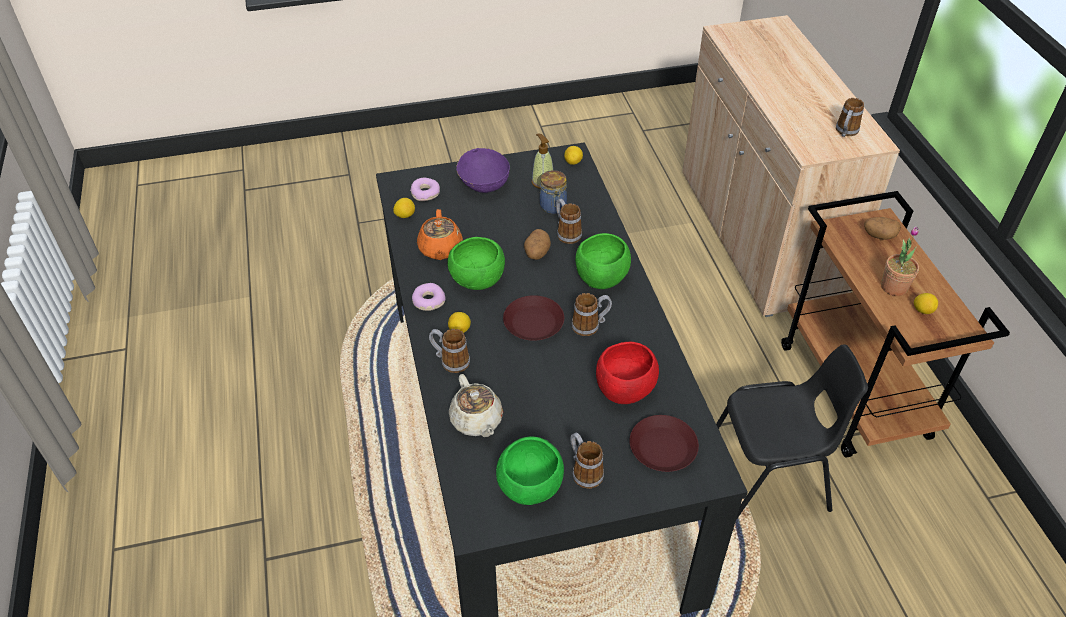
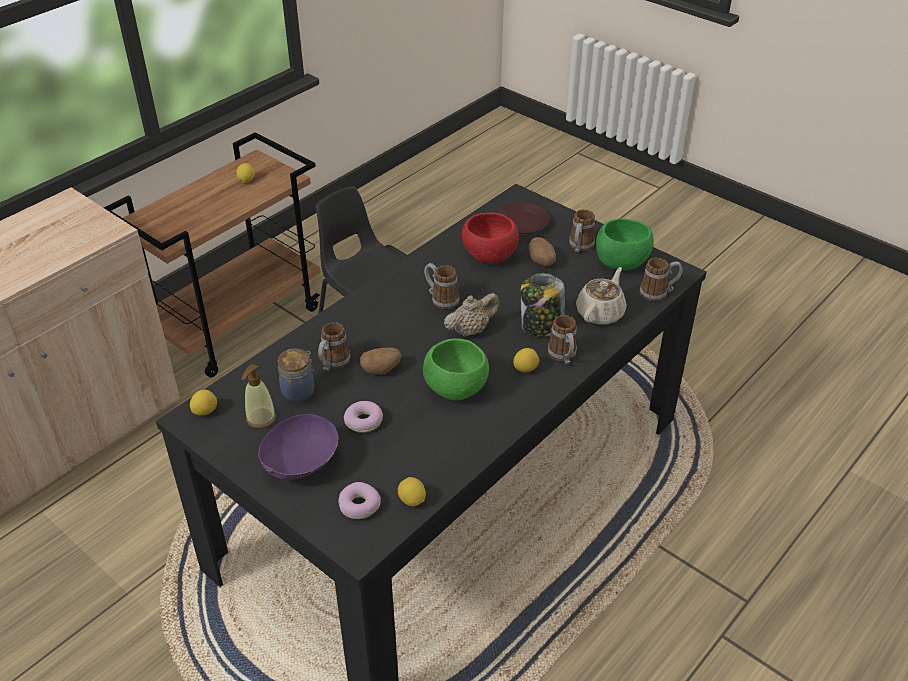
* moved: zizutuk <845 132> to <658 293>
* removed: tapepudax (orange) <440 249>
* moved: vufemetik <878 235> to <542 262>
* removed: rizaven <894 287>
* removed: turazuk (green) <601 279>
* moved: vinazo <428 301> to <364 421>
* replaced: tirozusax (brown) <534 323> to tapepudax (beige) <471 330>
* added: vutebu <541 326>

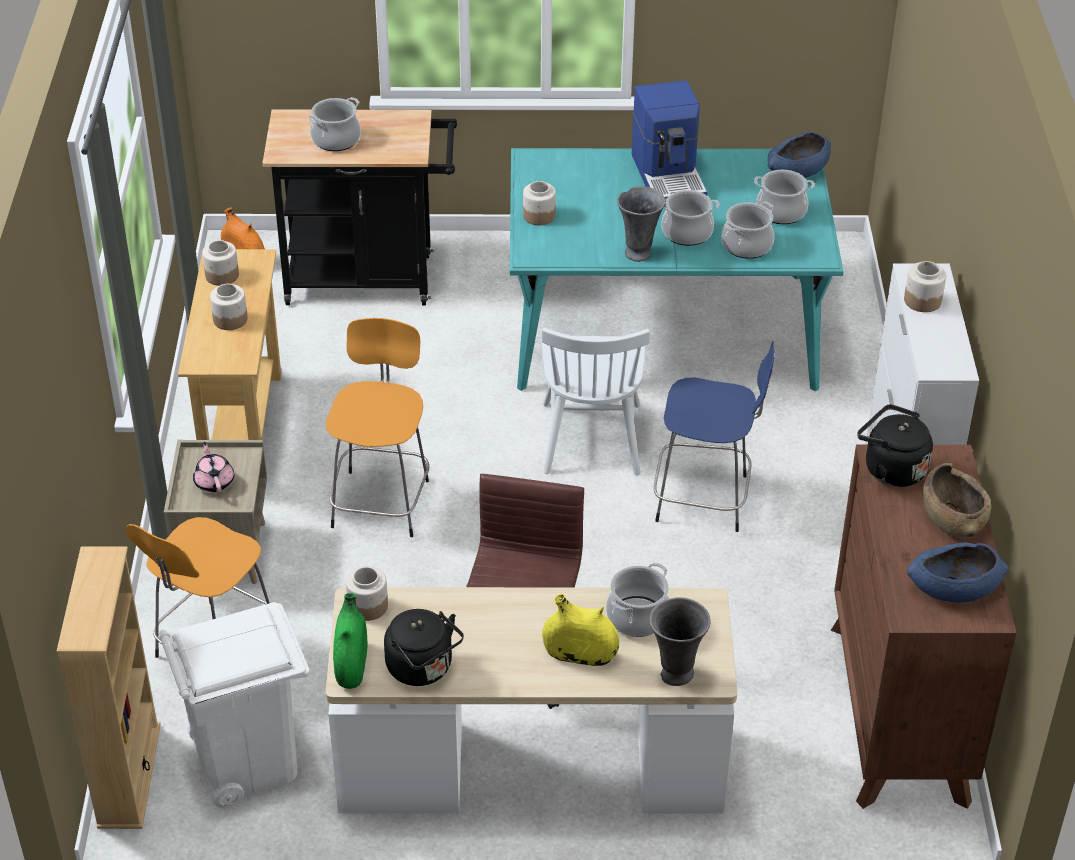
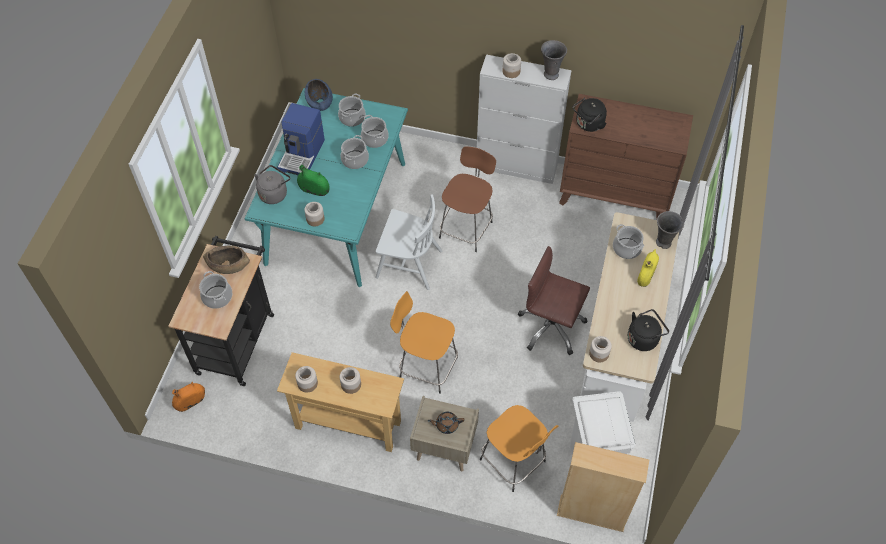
* turned: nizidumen <669 176> = <302 154> 105 degrees clockwise
* moved: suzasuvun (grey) <639 253> to <550 74>
* recoloured: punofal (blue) <705 499> to punofal (brown) <466 228>
* recoloured: tapepudax (pink) <214 481> to tapepudax (brown) <446 425>
* moved: turazuk (brown) <952 516> to <228 265>
* removed: turazuk (blue) <953 587>
* moved: suzasuvun (green) <351 666> to <314 190>
* added: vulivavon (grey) <274 193>

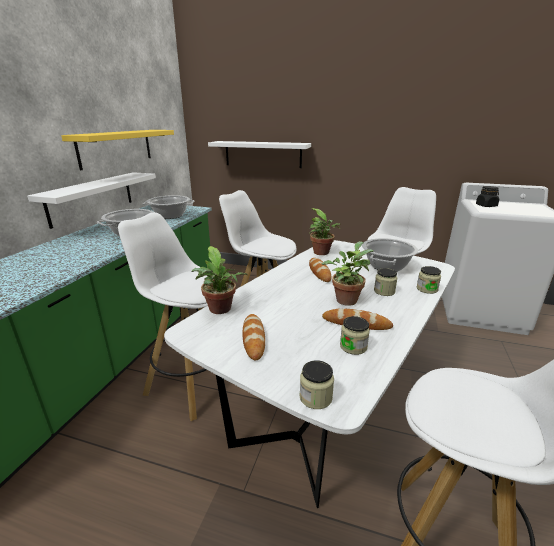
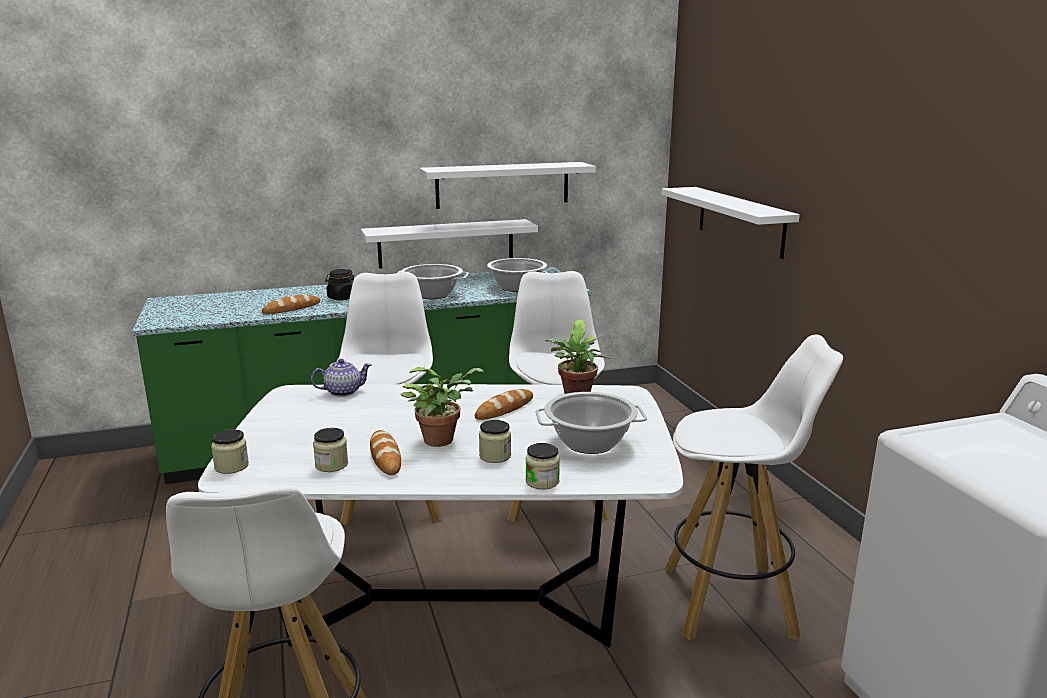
* recoloured: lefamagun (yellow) <116 148> to lefamagun (white) <503 185>
* moved: vutebu (black) <486 206> to <341 298>
* replaced: rizaven <220 310> to tapepudax <343 392>
* moved: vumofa <253 338> to <291 308>

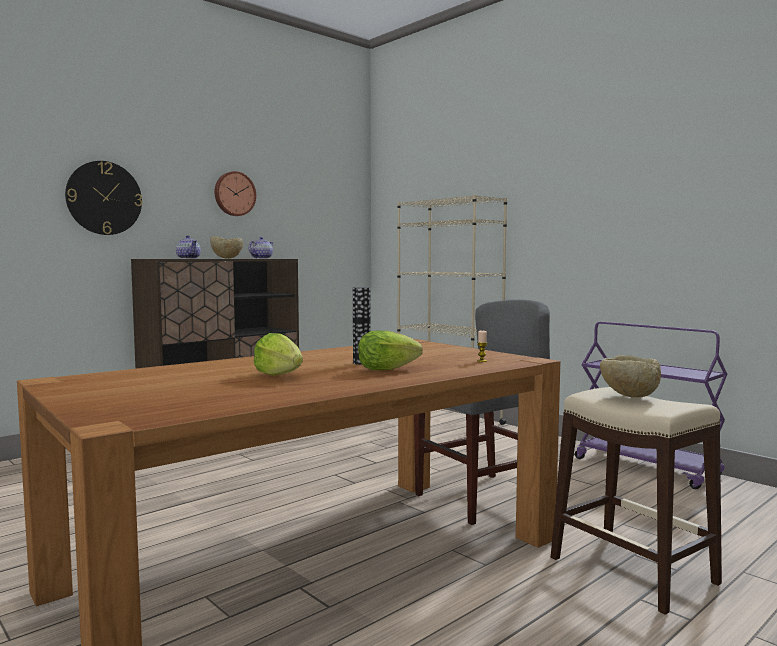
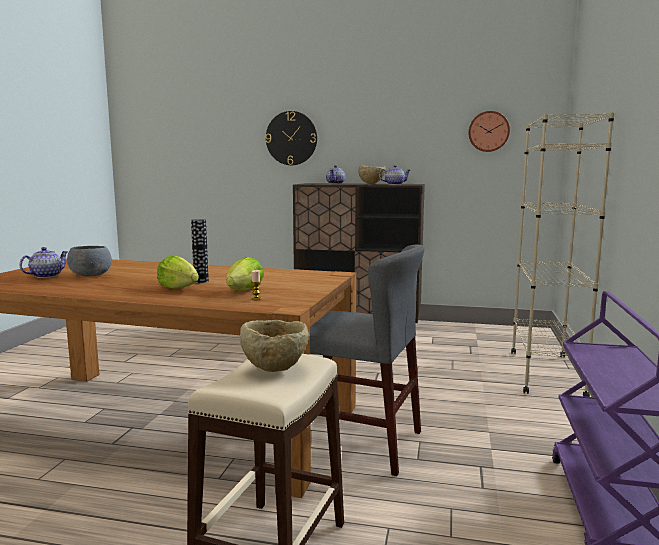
* moved: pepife <234 194> to <488 131>
* moved: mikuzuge <279 375> to <244 291>
* added: turazuk (grey) <92 275>
* added: tapepudax <46 276>

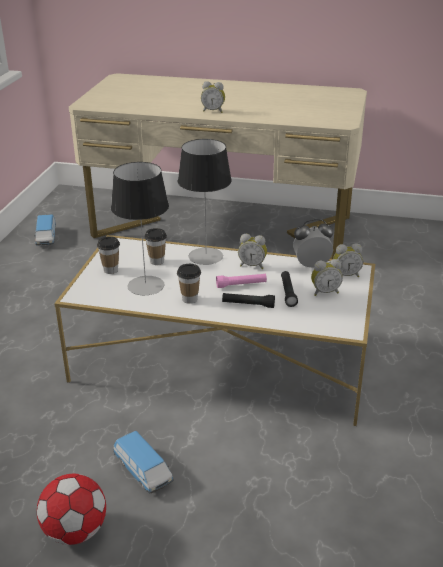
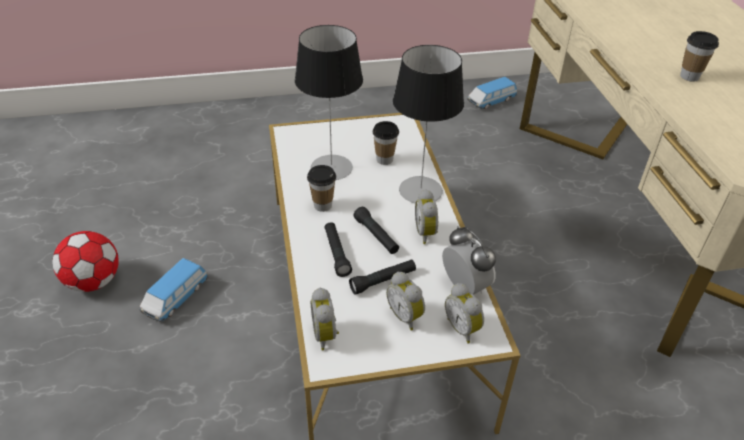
* moved: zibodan <213 111> to <326 335>
* moved: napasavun <111 270> to <689 76>
* recoloured: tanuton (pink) <241 285> to tanuton (black) <376 236>

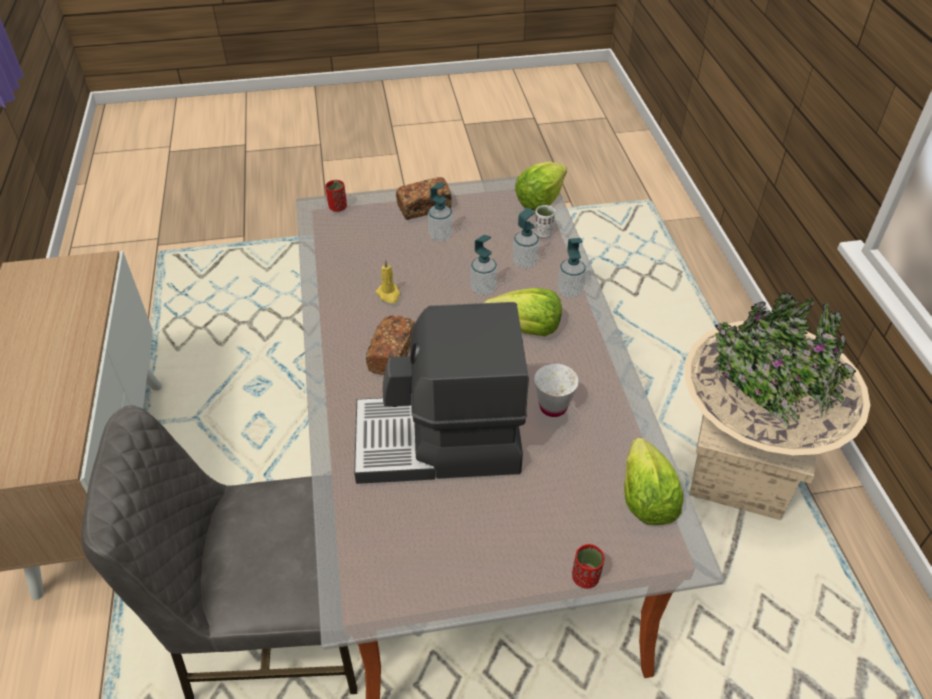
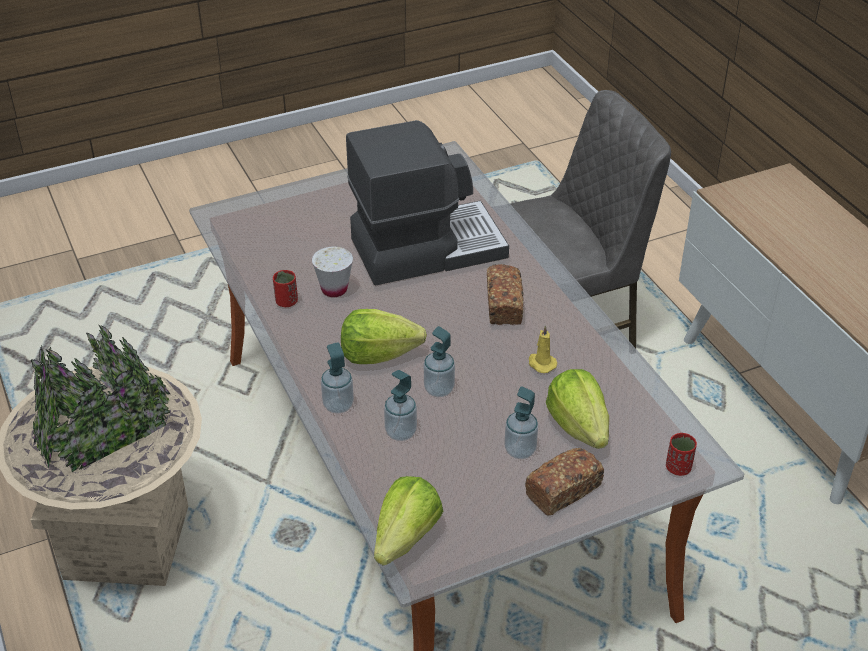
* removed: napasavun (white) <543 233>
* moved: mikuzuge <645 498> to <579 426>
* moved: napasavun (red) <585 577> to <286 302>

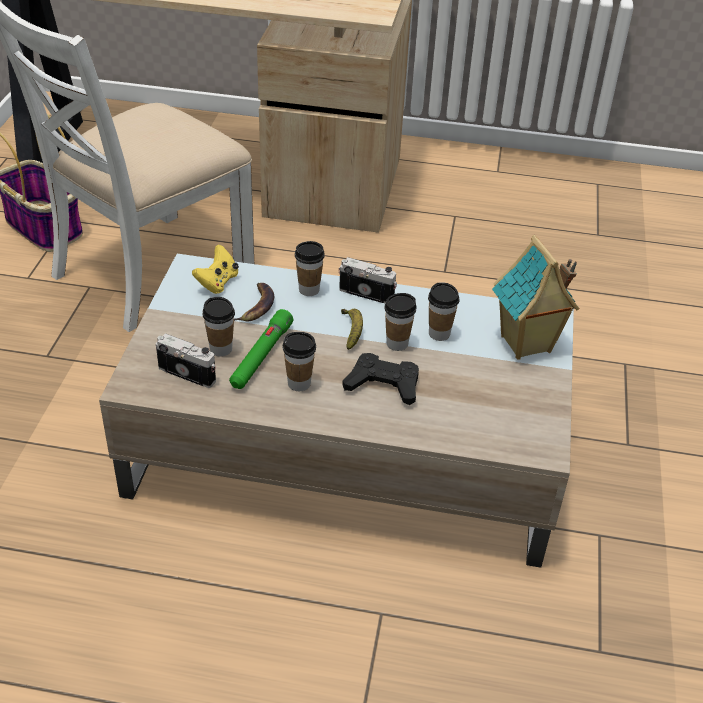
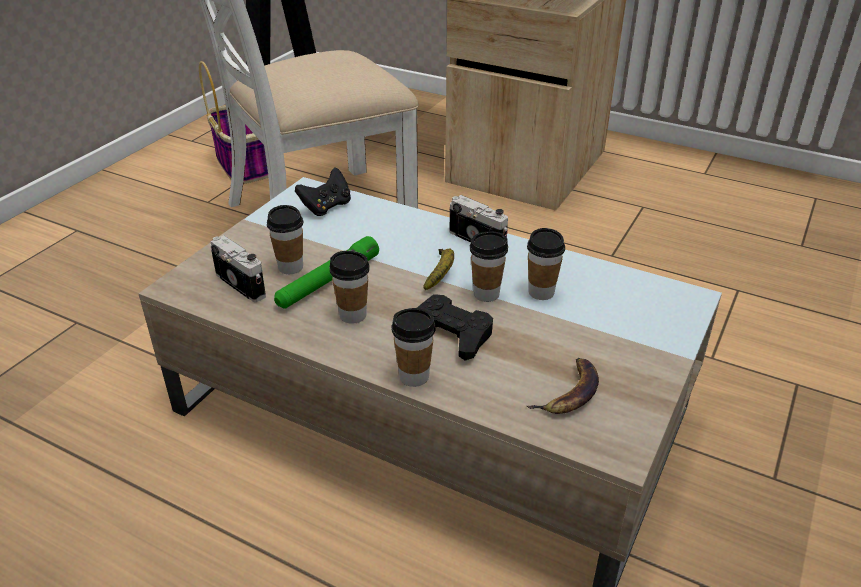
* removed: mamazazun <526 345>
* moved: napasavun <309 290> to <414 376>
* recoloured: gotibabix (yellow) <217 282> to gotibabix (black) <326 207>
* moved: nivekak <256 306> to <569 392>

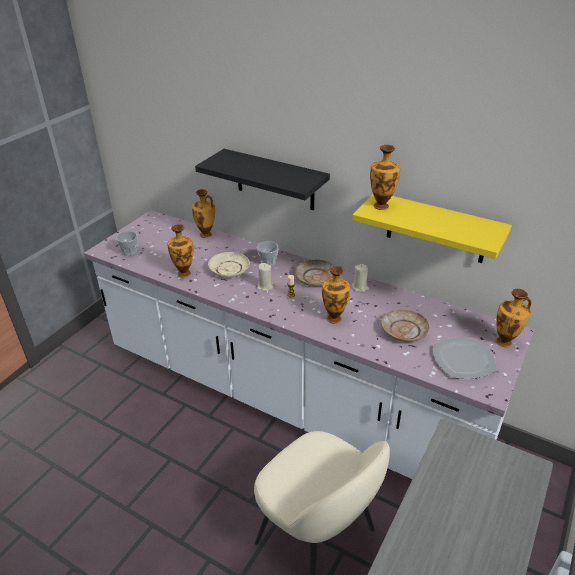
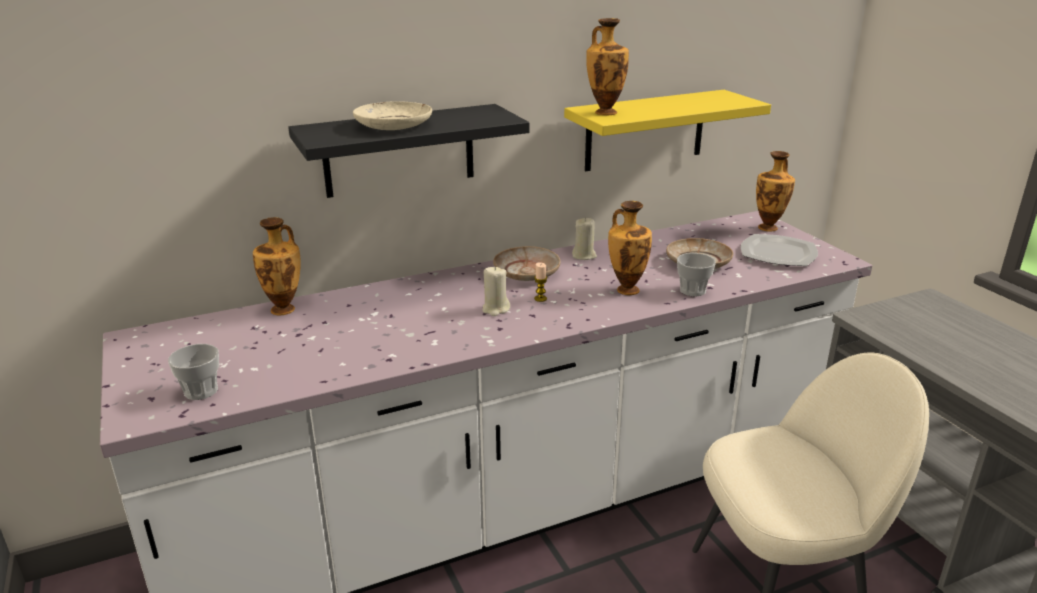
* removed: suzasuvun <184 273>
* moved: napasavun <268 263> to <692 290>
* moved: tirozusax (beige) <229 269> to <393 125>

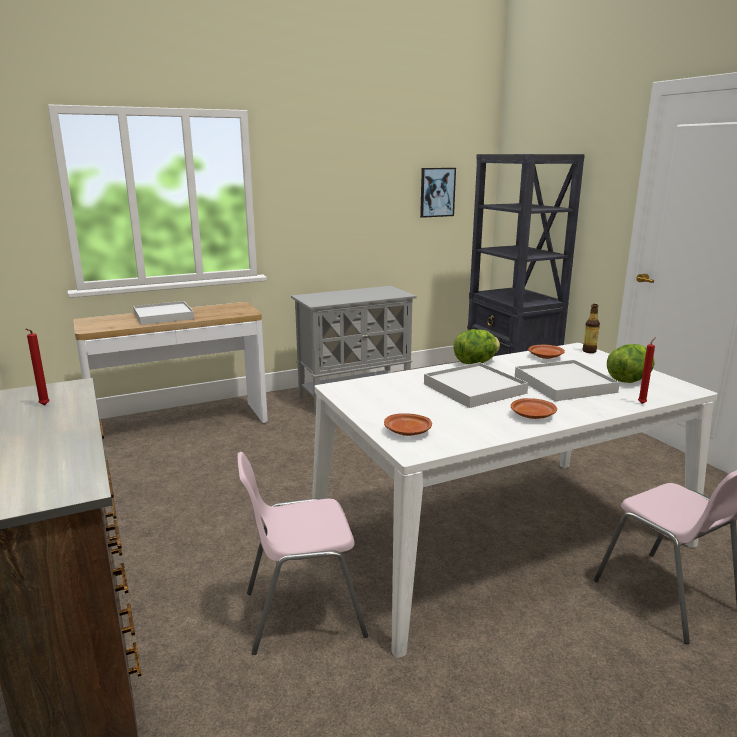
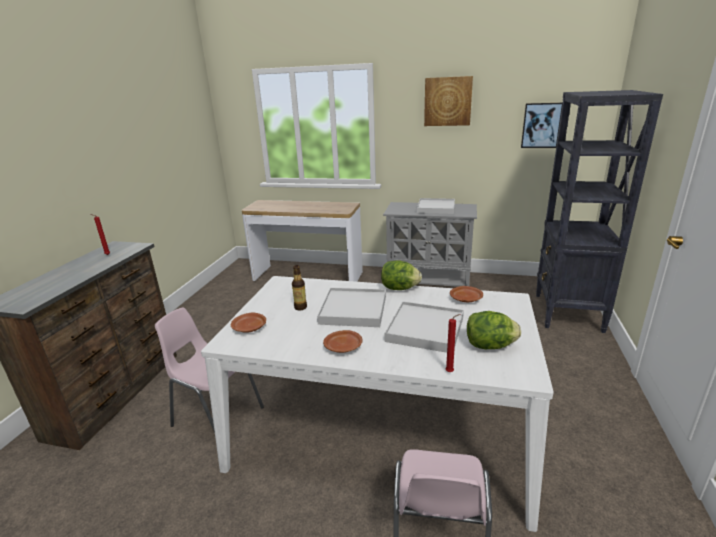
* moved: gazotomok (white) <163 316> to <436 208>
* moved: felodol <589 351> to <300 307>
* added: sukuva <448 101>

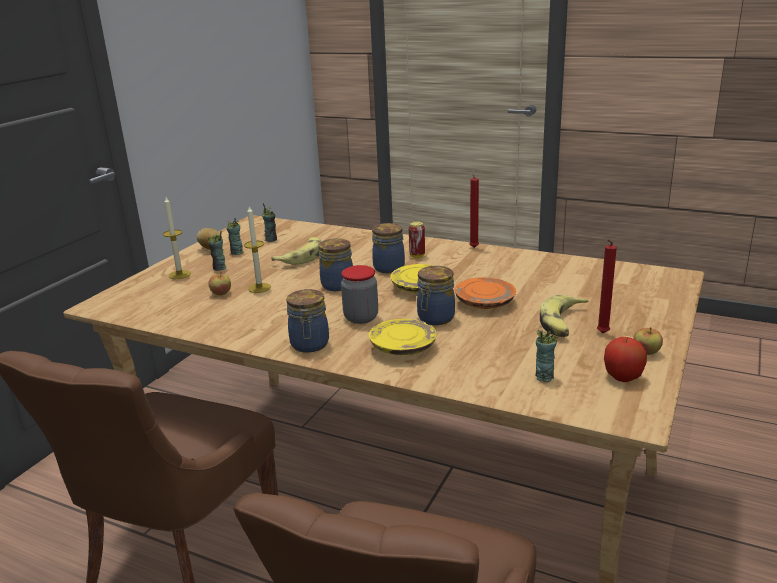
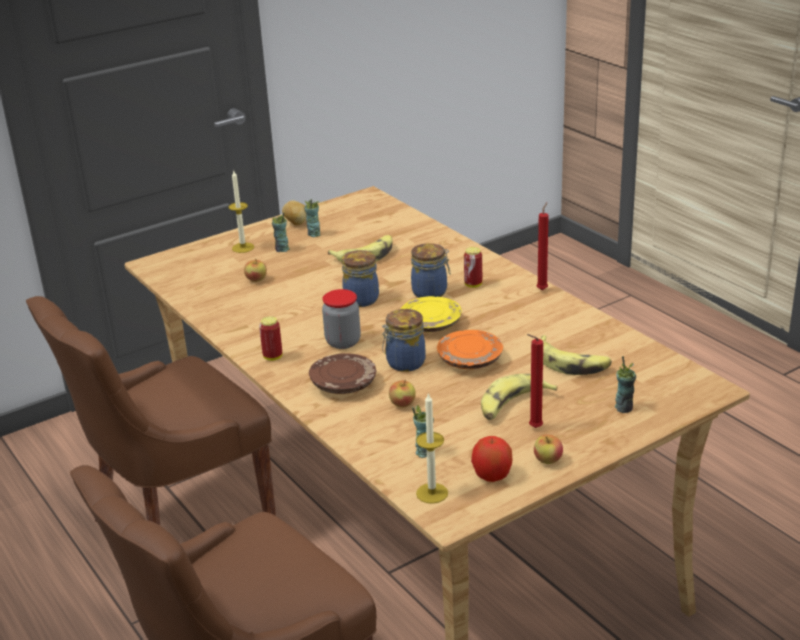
* moved: napasavun <271 239> to <624 408>
* moved: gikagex <259 288> to <432 493>
* replaced: vutebu <309 345> to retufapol <273 357>
* recoloured: tirozusax (yellow) <403 347> to tirozusax (brown) <343 384>
* added: nivekak <571 363>
* added: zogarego <402 404>

